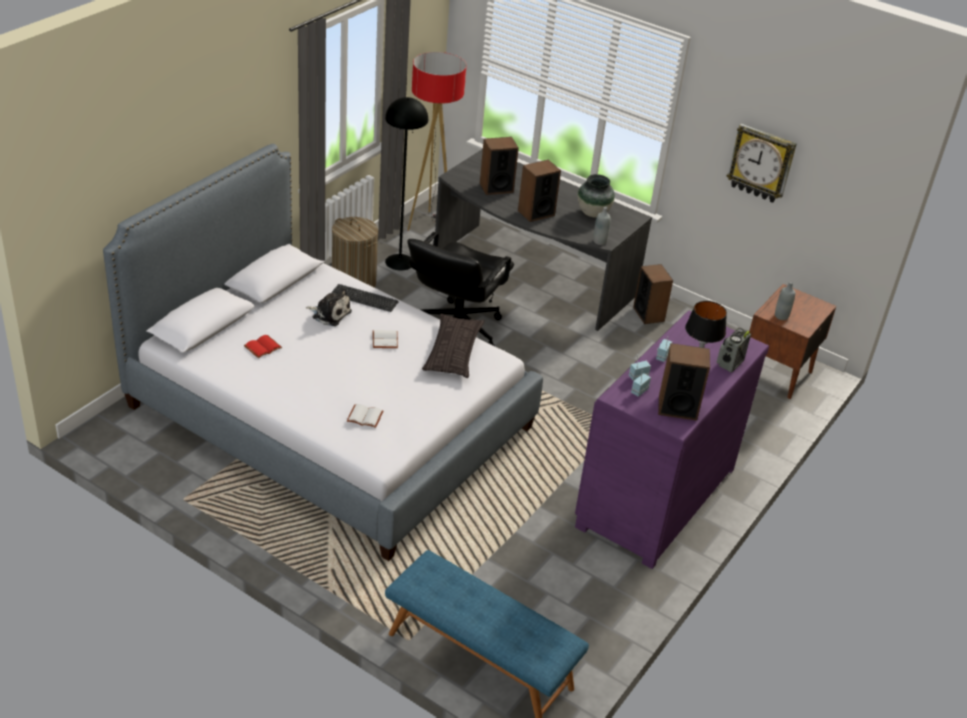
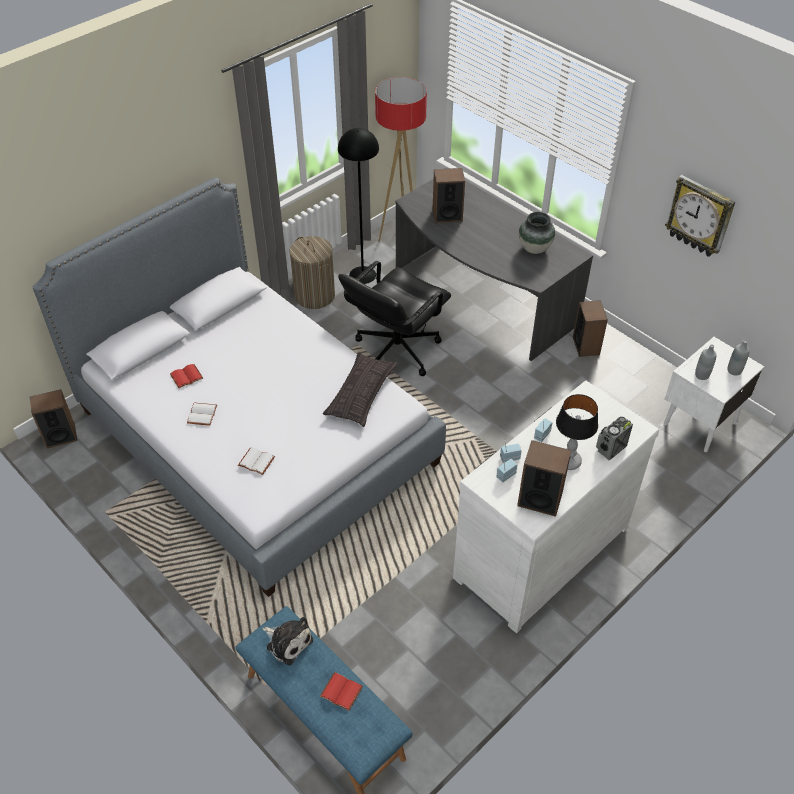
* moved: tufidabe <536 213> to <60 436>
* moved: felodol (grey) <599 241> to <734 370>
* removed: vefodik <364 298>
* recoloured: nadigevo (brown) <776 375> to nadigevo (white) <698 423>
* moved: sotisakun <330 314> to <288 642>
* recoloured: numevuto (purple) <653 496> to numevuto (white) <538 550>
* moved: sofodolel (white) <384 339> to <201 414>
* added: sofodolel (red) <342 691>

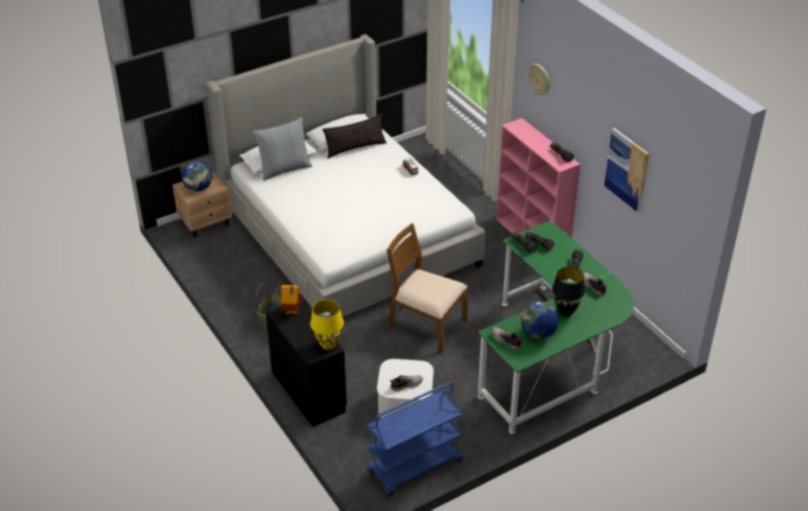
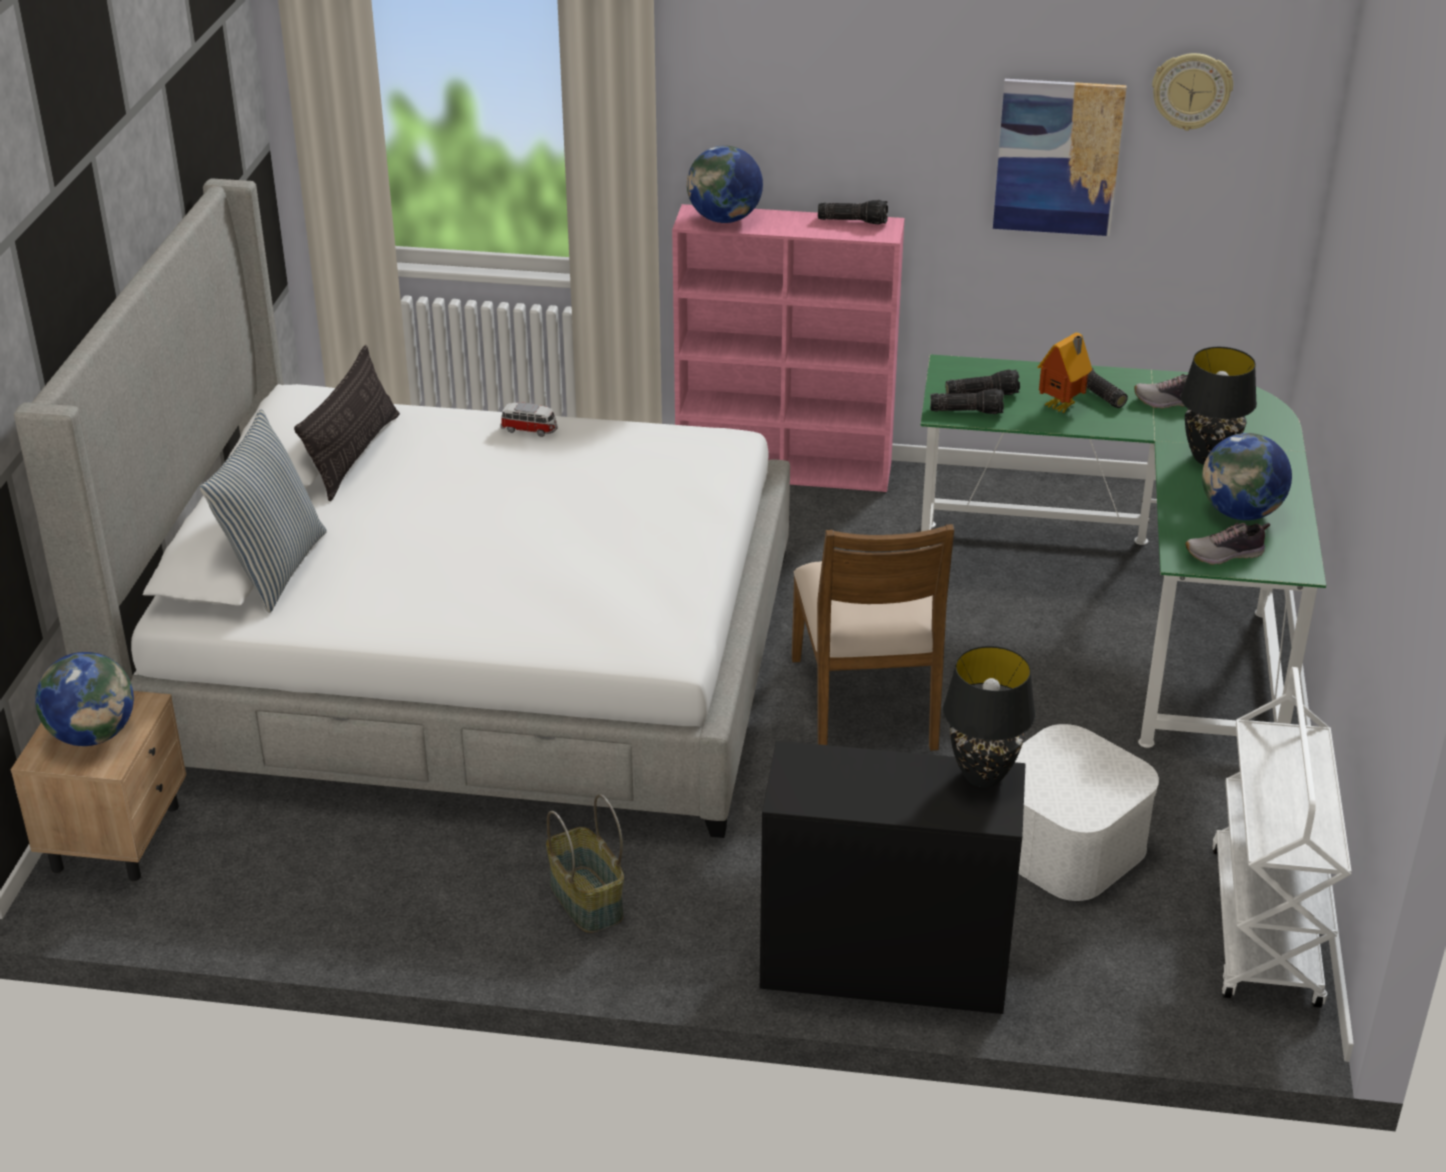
* moved: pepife <540 79> to <1191 91>
* turned: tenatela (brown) <426 325> = <867 703> 75 degrees counterclockwise
* moved: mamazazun <292 312> to <1062 407>
* recoloured: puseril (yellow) <328 345> to puseril (black) <984 776>
* removed: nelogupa <405 385>
* recoloured: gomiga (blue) <414 467> to gomiga (white) <1265 928>
* added: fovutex <724 219>

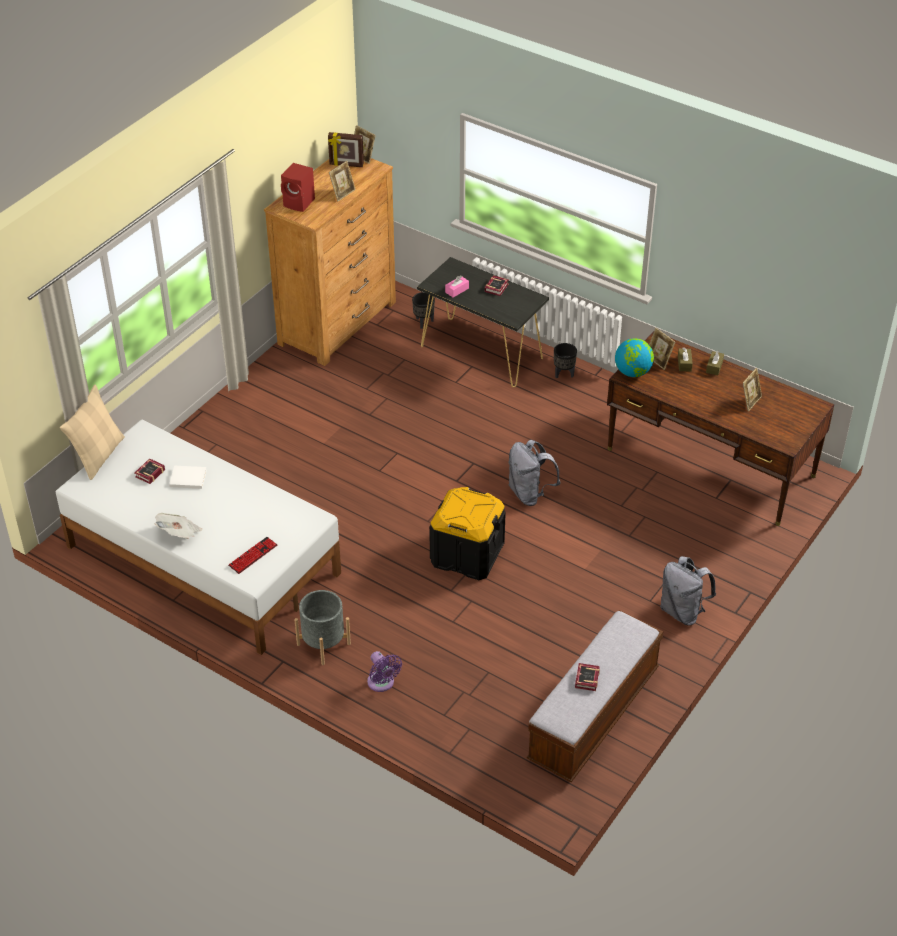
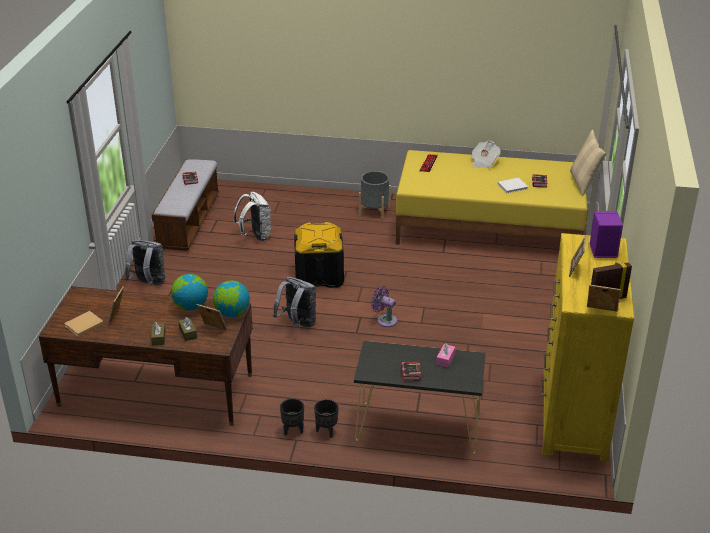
* recoloured: numevuto (brown) <338 323> to numevuto (yellow) <573 414>
* recoloured: tufidabe (red) <300 203> to tufidabe (purple) <602 250>
* moved: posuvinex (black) <423 322> to <293 430>
* recoloured: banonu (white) <203 559> to banonu (yellow) <489 228>
* moved: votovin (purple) <382 683> to <385 320>
* added: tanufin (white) <255 236>
* added: fovutex <191 306>
* added: sofodolel (beige) <83 325>

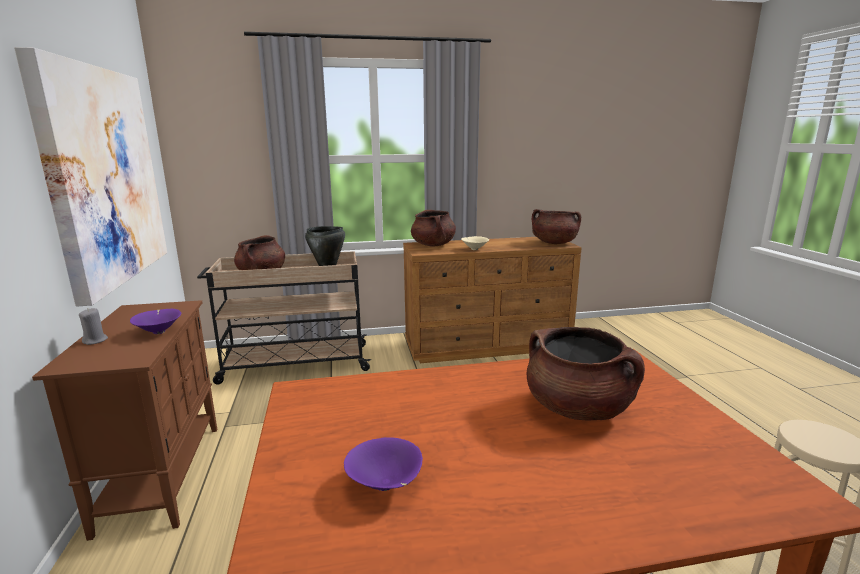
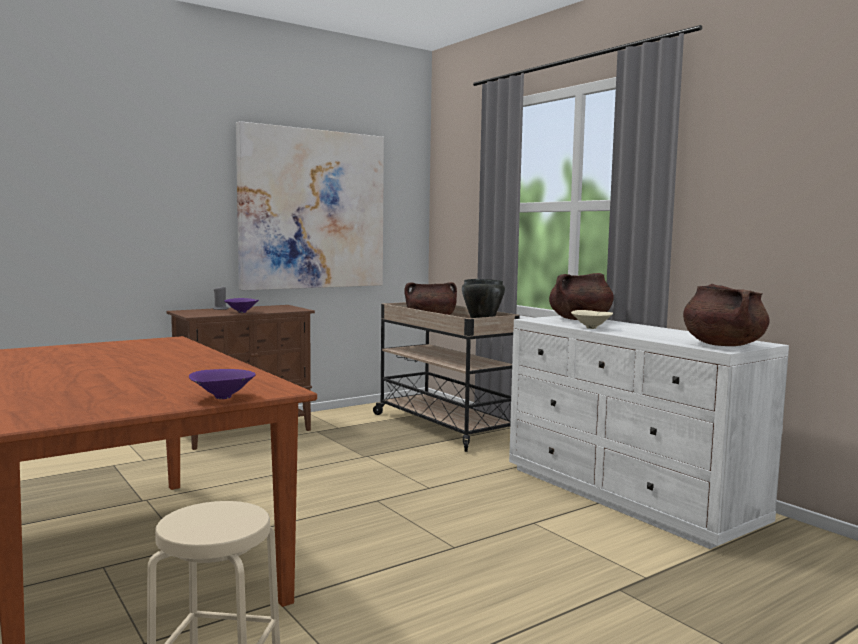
* recoloured: numevuto (brown) <488 345> to numevuto (white) <628 495>
* removed: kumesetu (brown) <578 409>
* moved: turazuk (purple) <385 486> to <221 398>

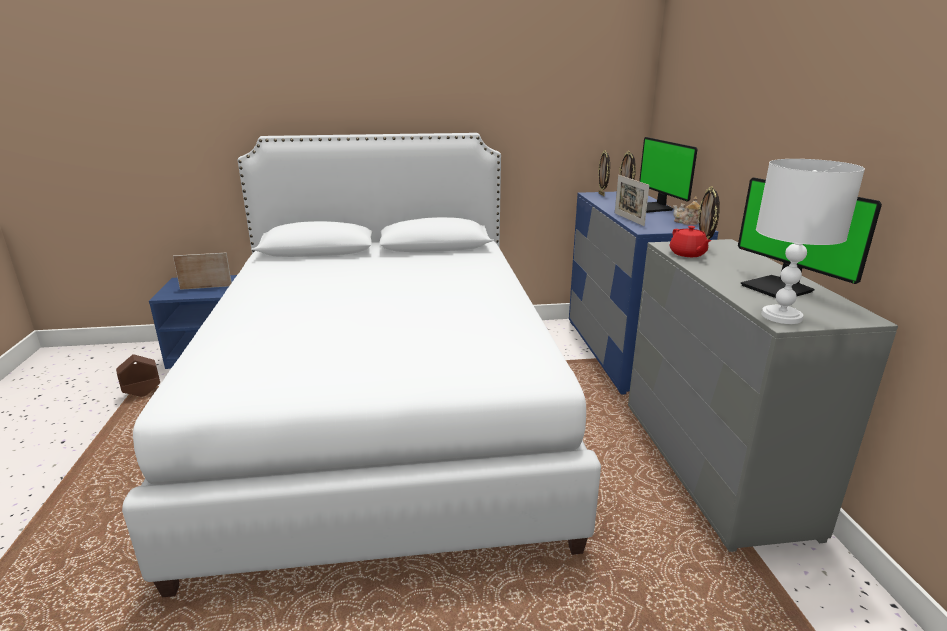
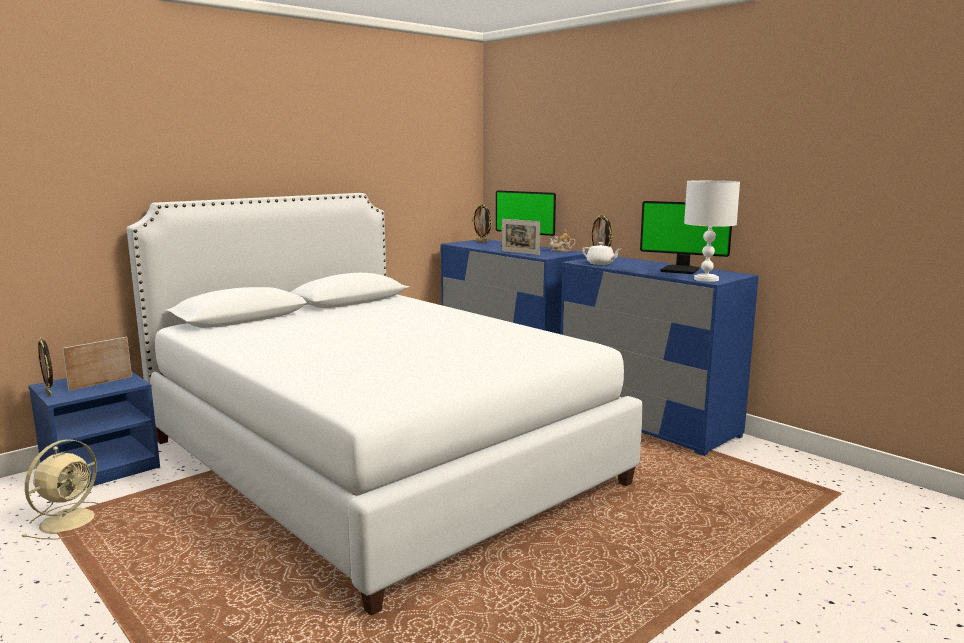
* moved: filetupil <602 194> to <49 393>
* recoloured: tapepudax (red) <688 254> to tapepudax (white) <600 264>
* recoloured: numevuto (grey) <712 465> to numevuto (blue) <646 421>
* replaced: posuvinex (brown) <143 393> to votovin (beige) <71 520>

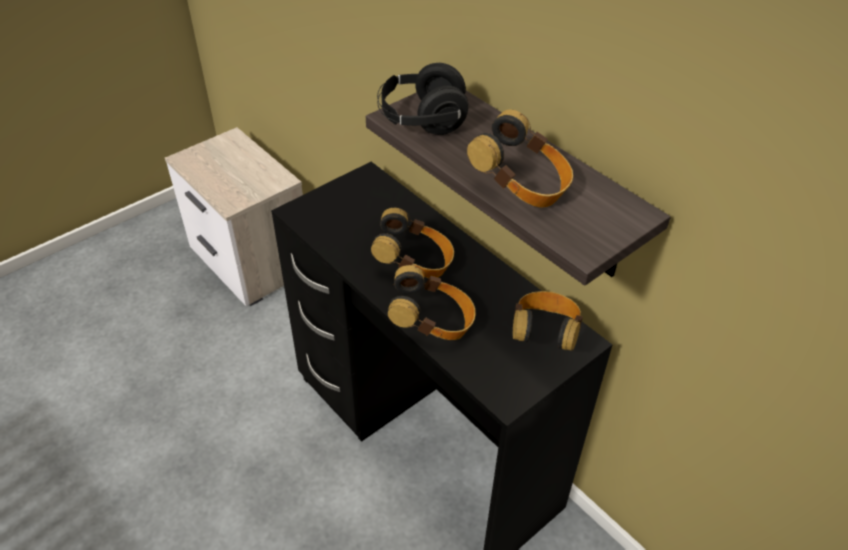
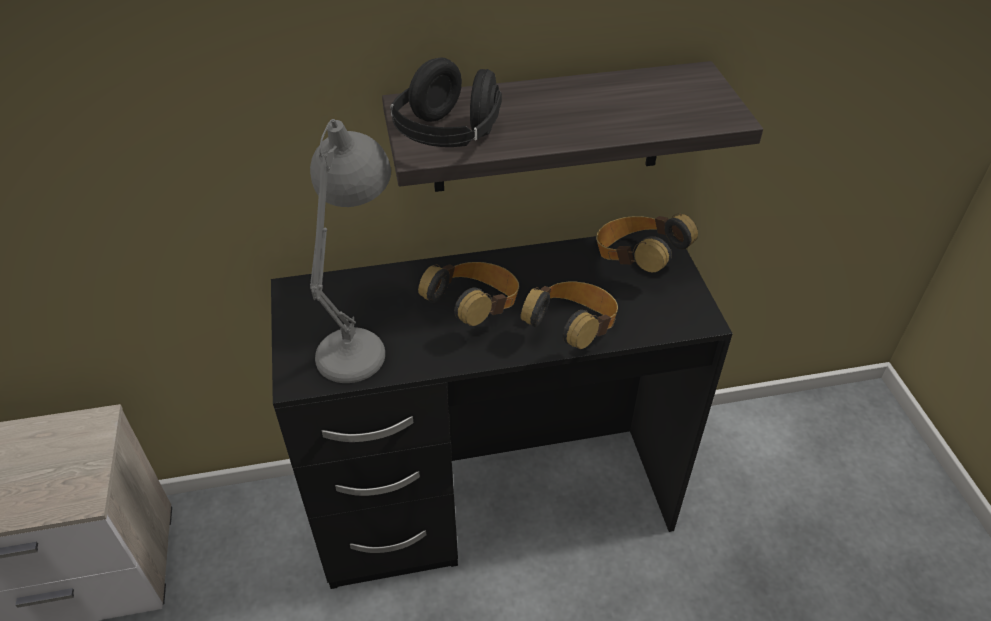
* removed: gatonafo <521 187>
* added: puseril (grey) <363 335>

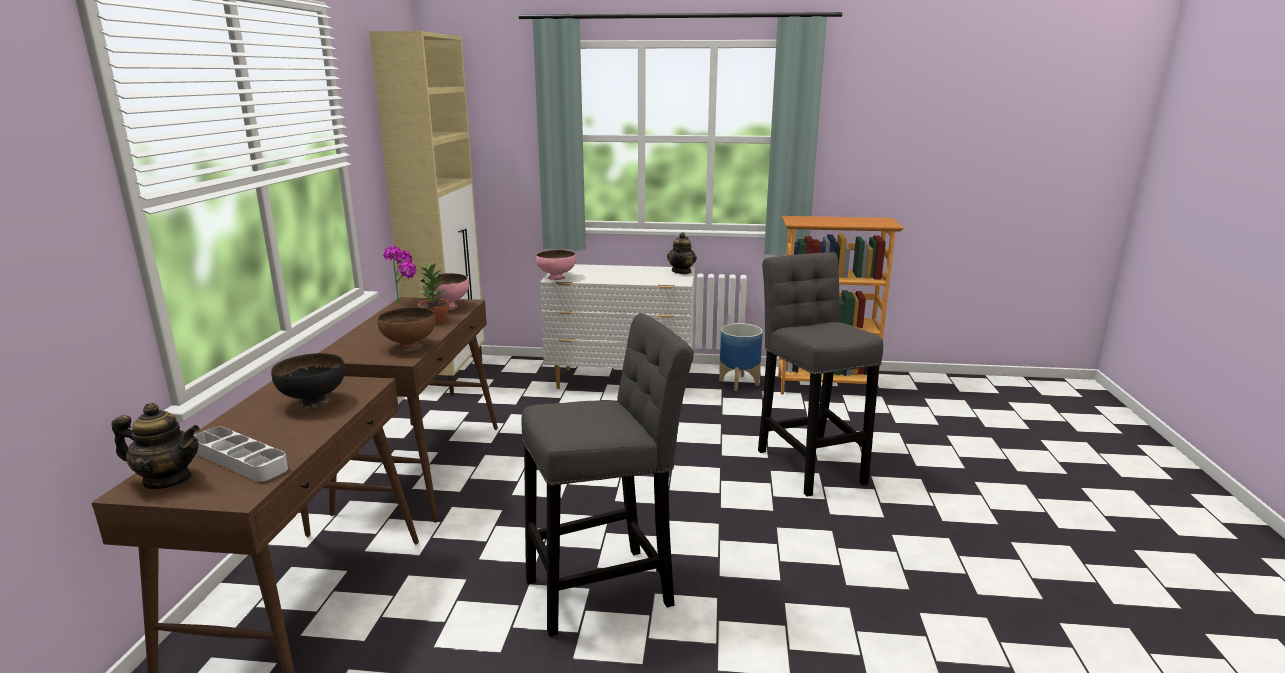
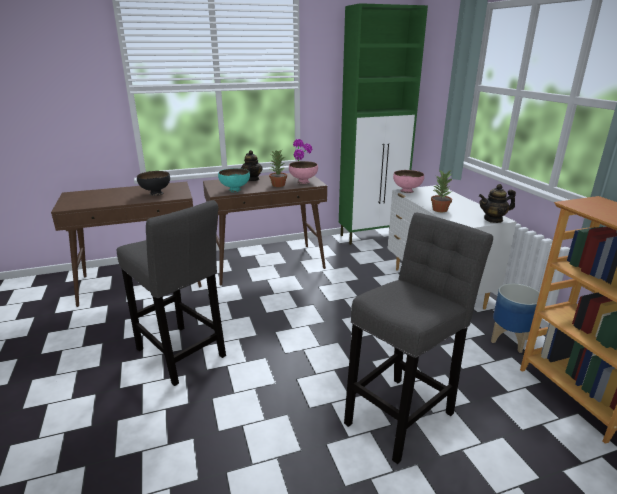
* recoloured: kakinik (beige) <451 376> to kakinik (green) <372 236>
* recoloured: turazuk (brown) <410 347> to turazuk (turquoise) <235 190>
* moved: tapepudax <168 479> to <252 179>
* removed: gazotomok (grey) <240 459>
* added: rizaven <440 210>

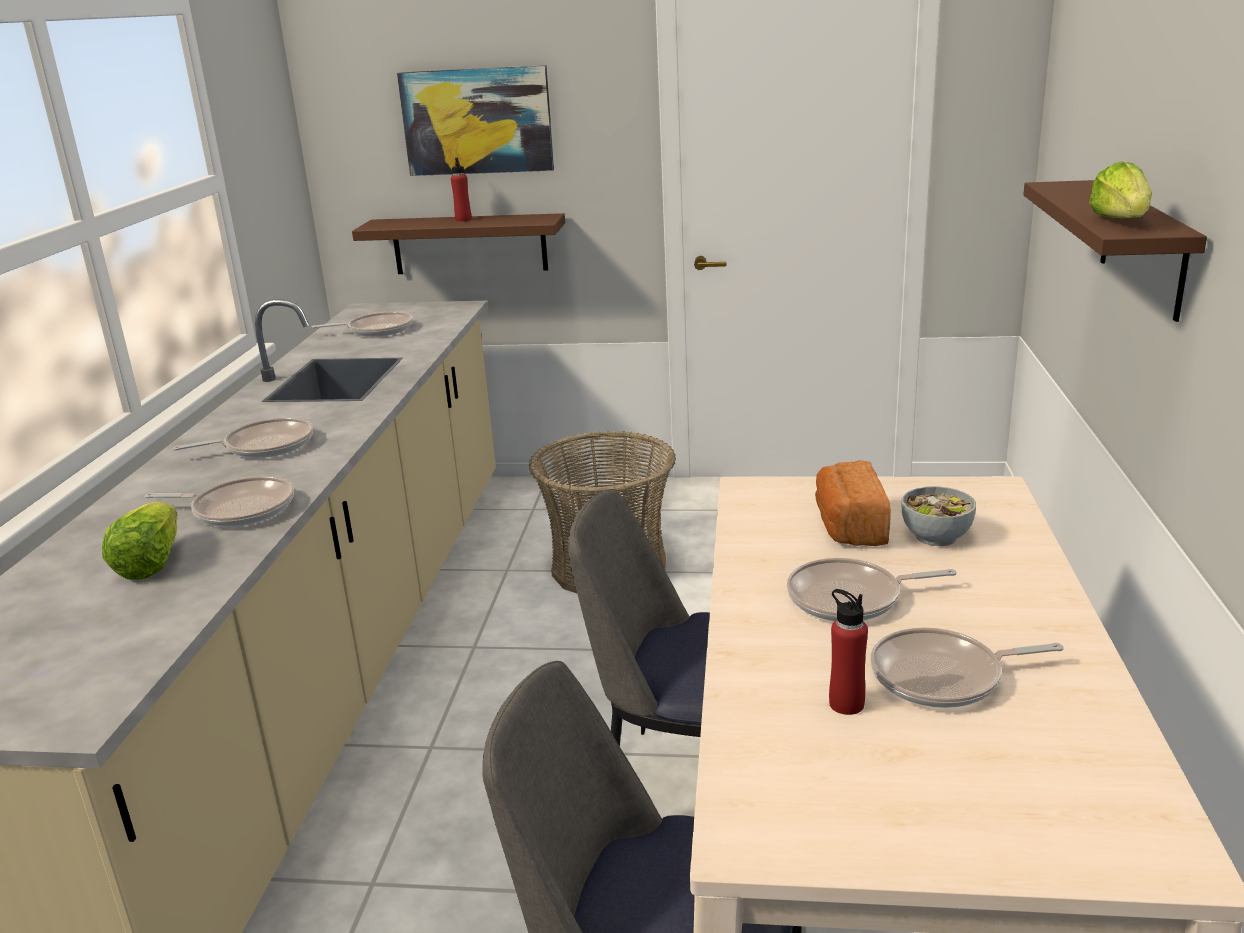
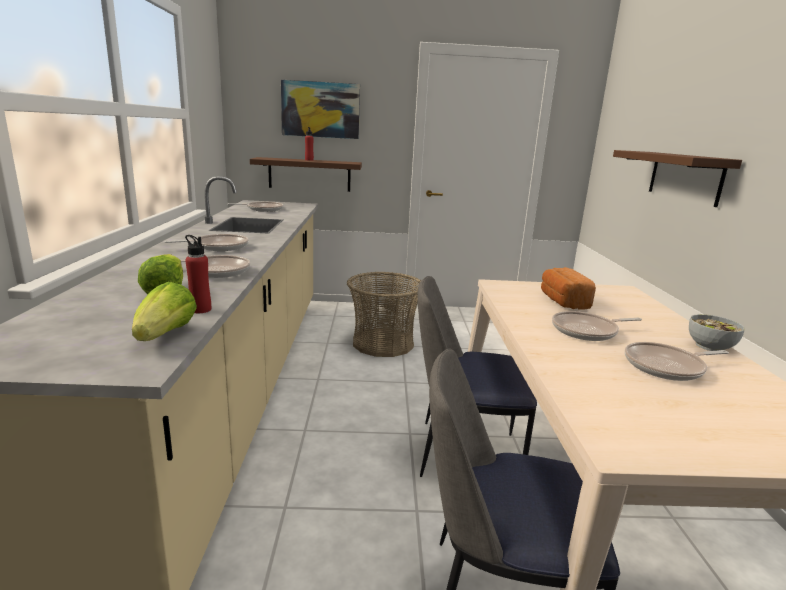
* moved: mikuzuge <1121 222> to <166 335>
* moved: turazuk <936 537> to <710 346>
* moved: felodol (red) <846 704> to <200 309>

